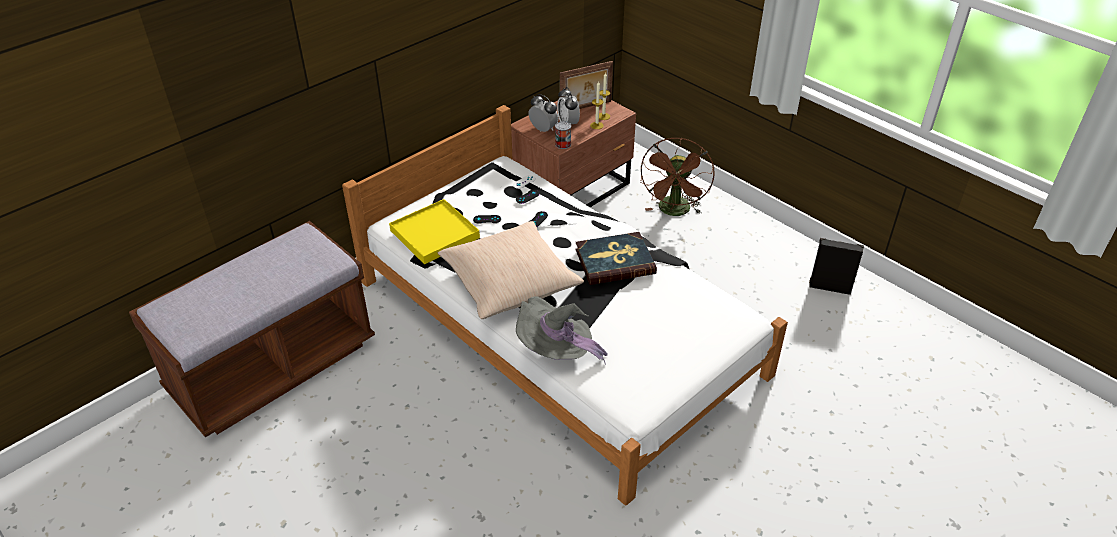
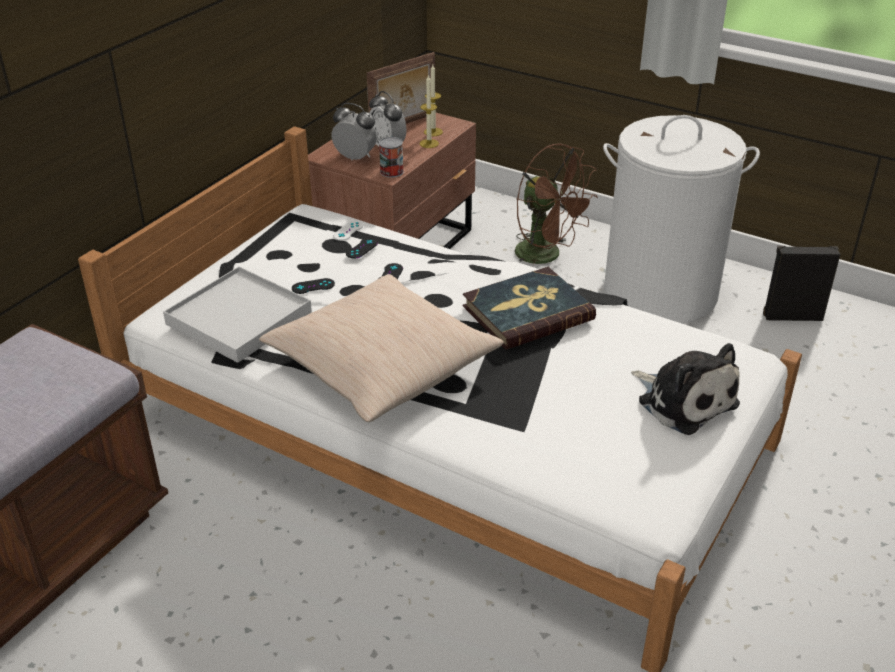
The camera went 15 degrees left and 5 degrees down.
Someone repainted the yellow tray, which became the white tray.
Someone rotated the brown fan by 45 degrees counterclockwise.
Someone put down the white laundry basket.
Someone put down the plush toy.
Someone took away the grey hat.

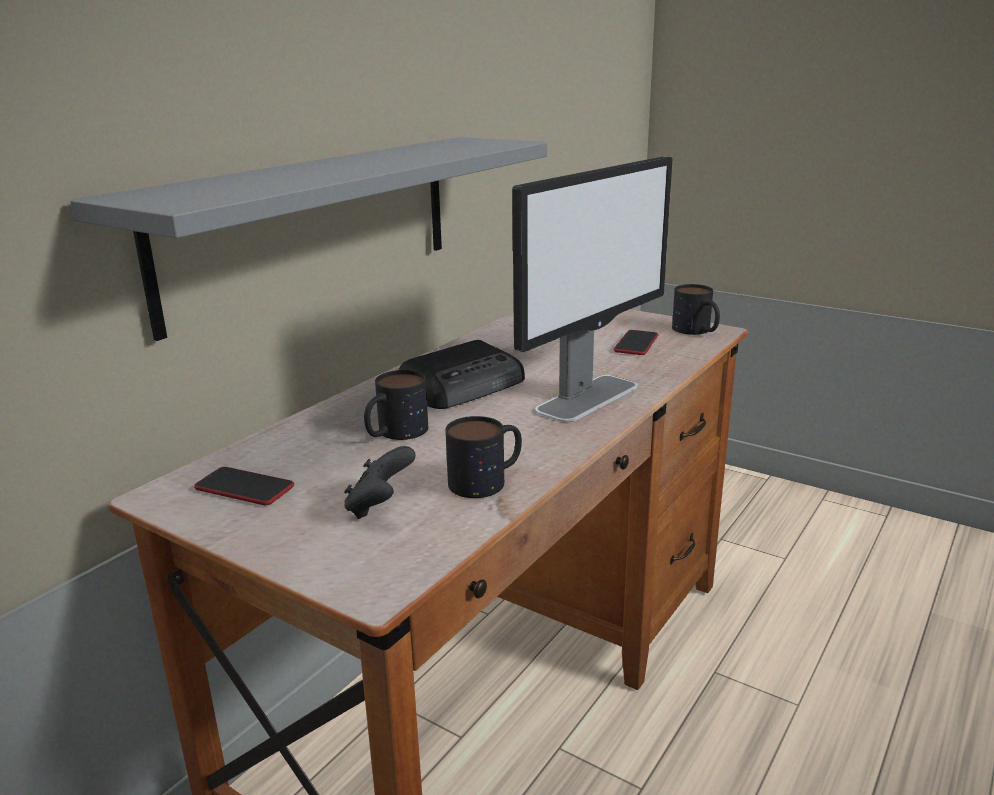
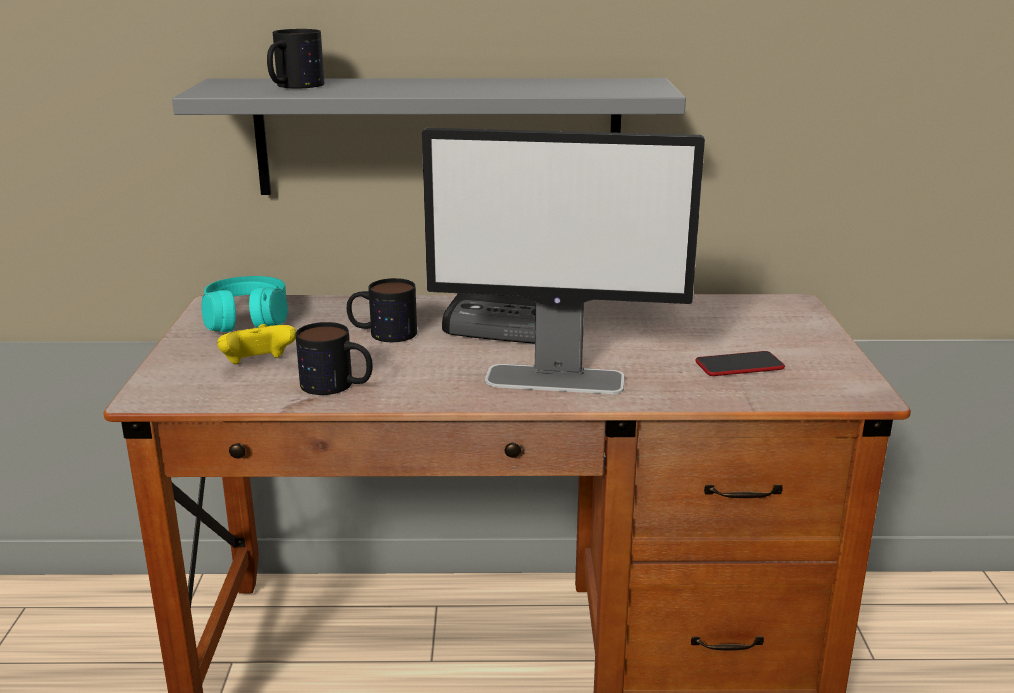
The camera went 55 degrees right and 0 degrees up.
Someone swapped the phone (1st from left) for the turquoise headphones.
Someone repainted the black game controller, which became the yellow game controller.
Someone carried the mug (3rd from left in the first image).

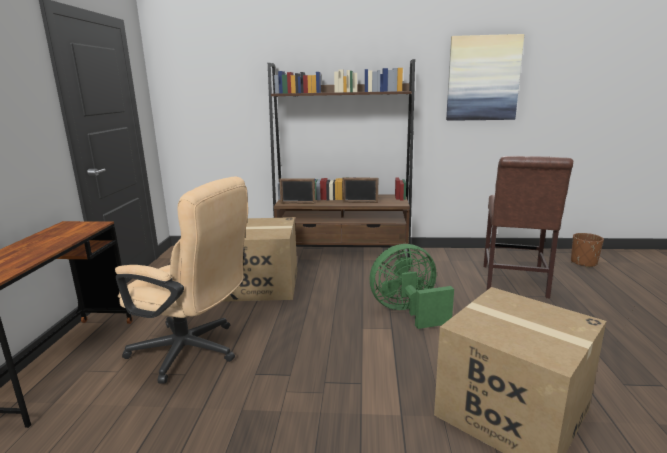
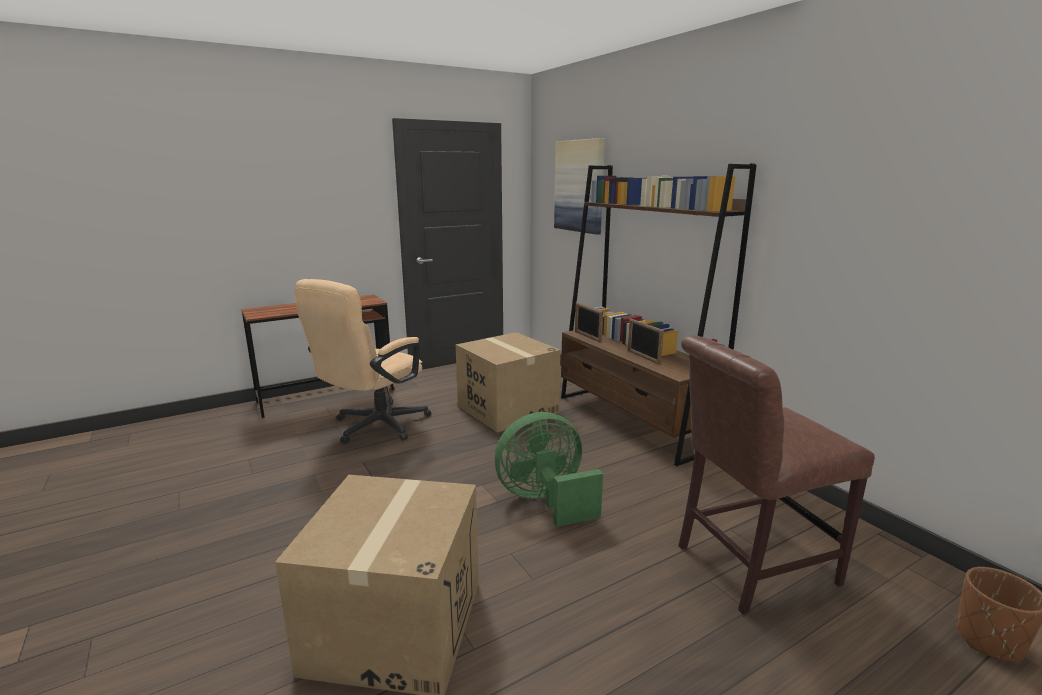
The camera went 55 degrees right and 0 degrees up.
Someone rotated the beige office chair by 45 degrees clockwise.
Someone rotated the green fan by 60 degrees counterclockwise.
Someone carried the picture.

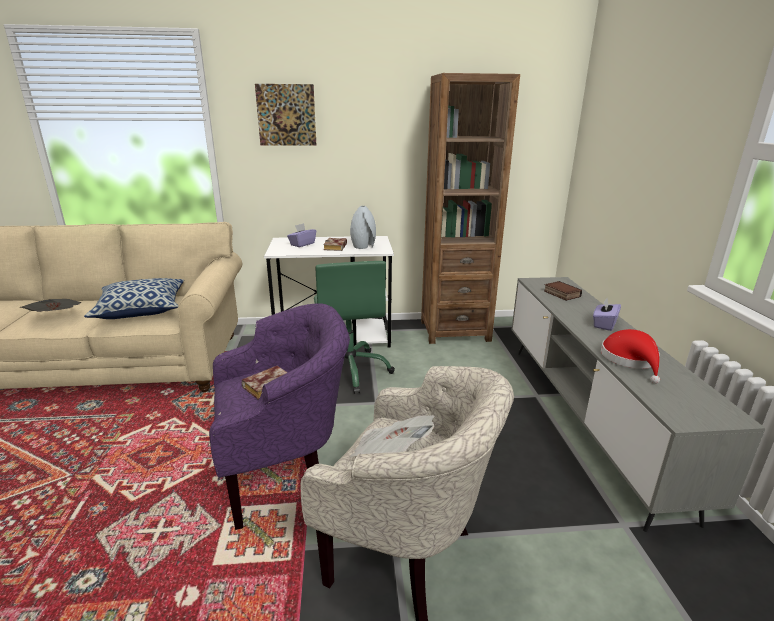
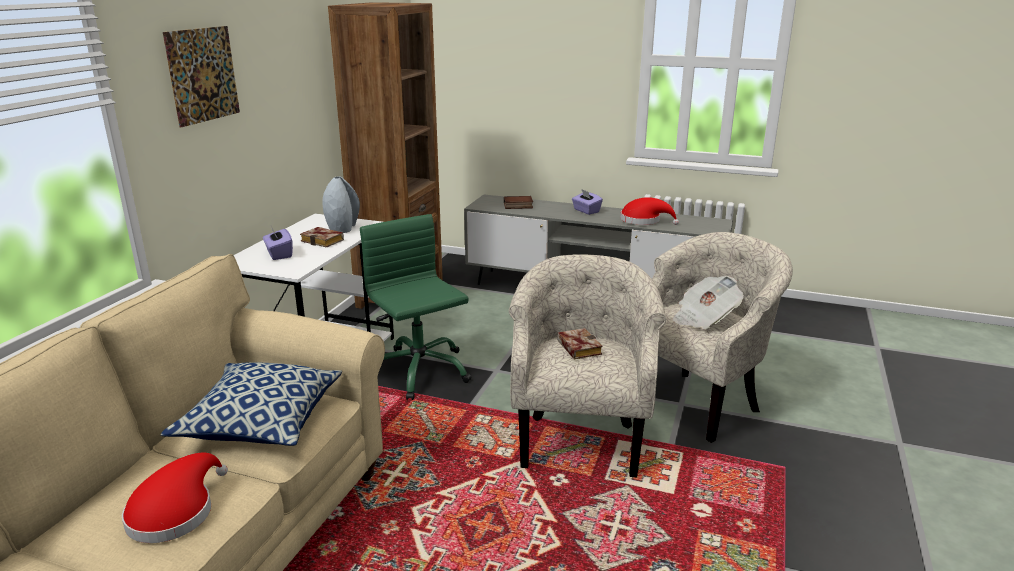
The camera went 65 degrees left and 0 degrees up.
Someone swapped the newspaper (1st from left) for the red hat (1st from left).
Someone rotated the green office chair by 135 degrees counterclockwise.
Someone repainted the purple armchair, which became the beige armchair (1st from left).

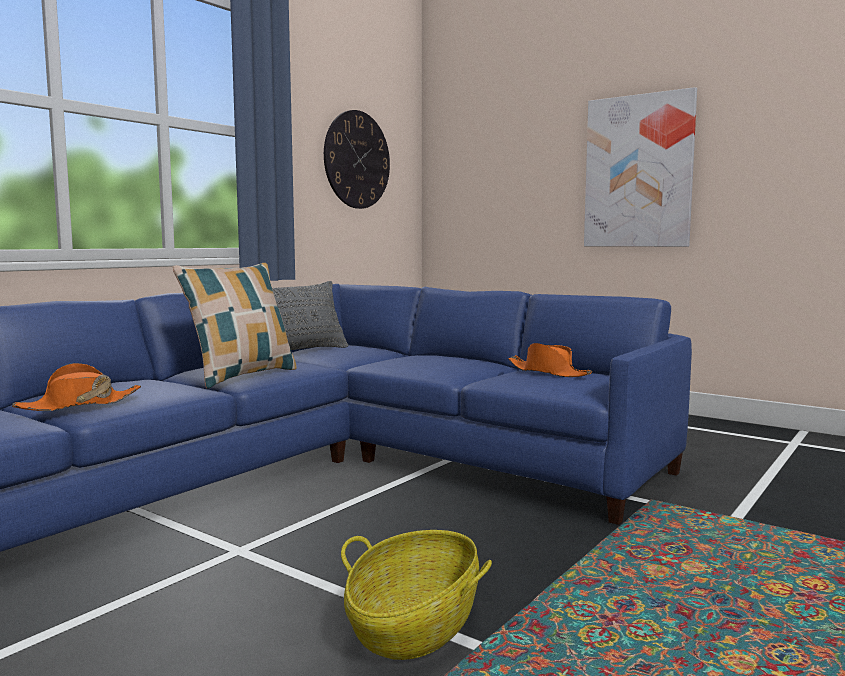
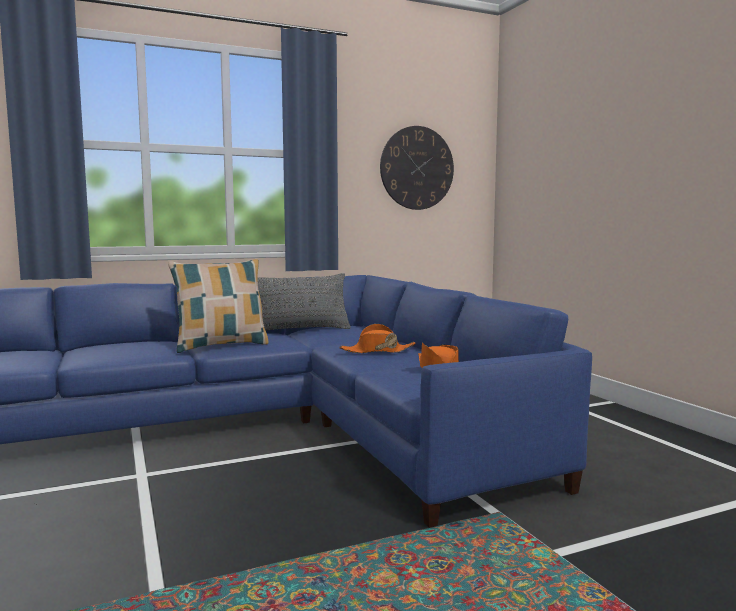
The camera went 30 degrees right and 0 degrees up.
Someone carried the orange hat (1st from left).
Someone took away the basket.
Someone took away the picture.

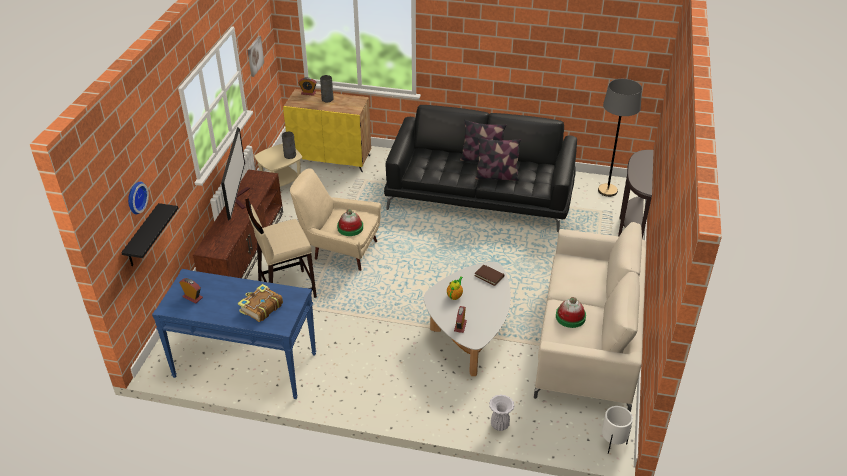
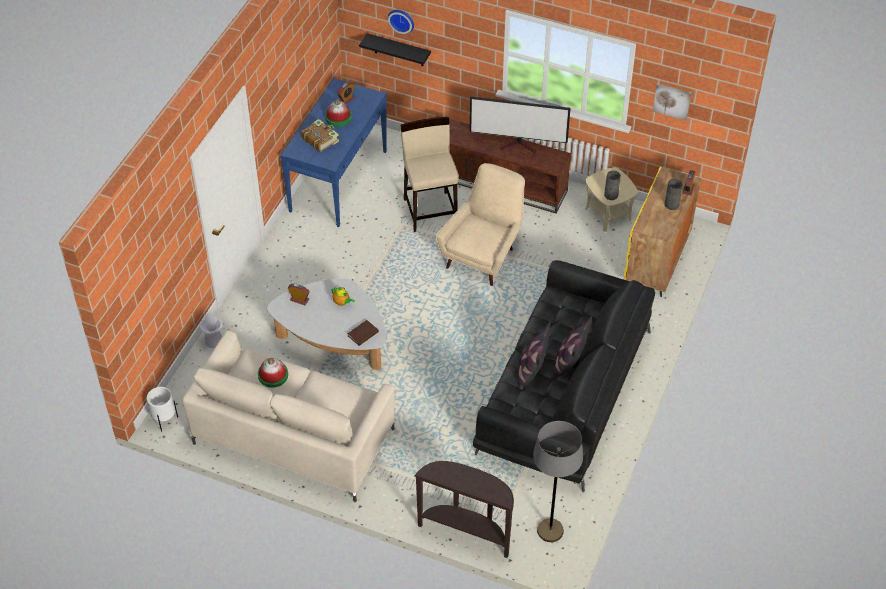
The camera went 100 degrees right and 10 degrees up.
Someone carried the hat (1st from left in the first image).

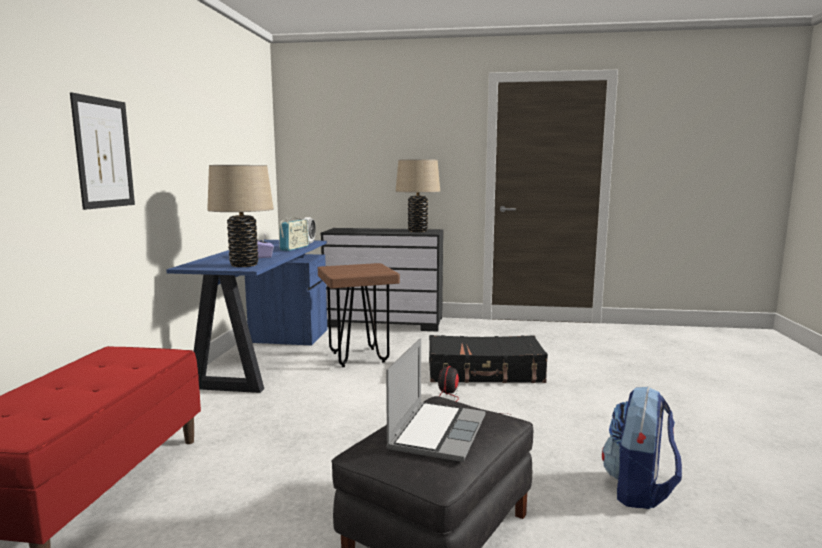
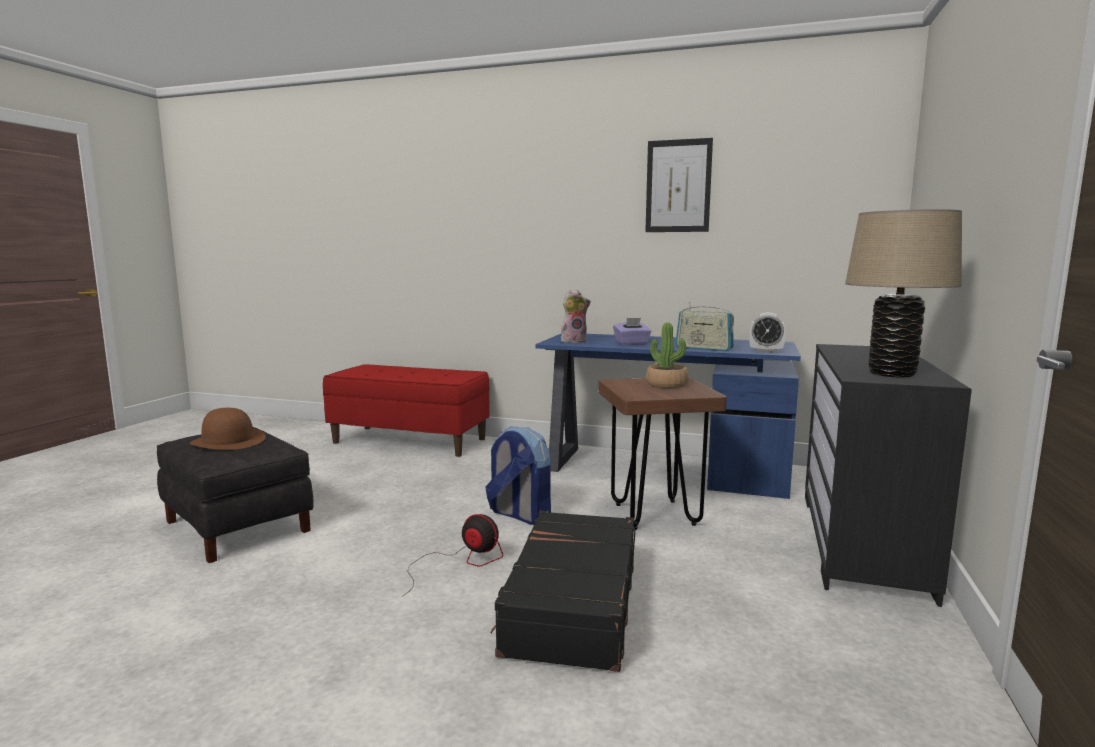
The camera went 100 degrees right and 0 degrees up.
Someone swapped the laptop for the brown hat.
Someone carried the backpack.
Someone swapped the beige table lamp (1st from left) for the plush toy.
Someone carried the picture.
Someone put down the potted plant.

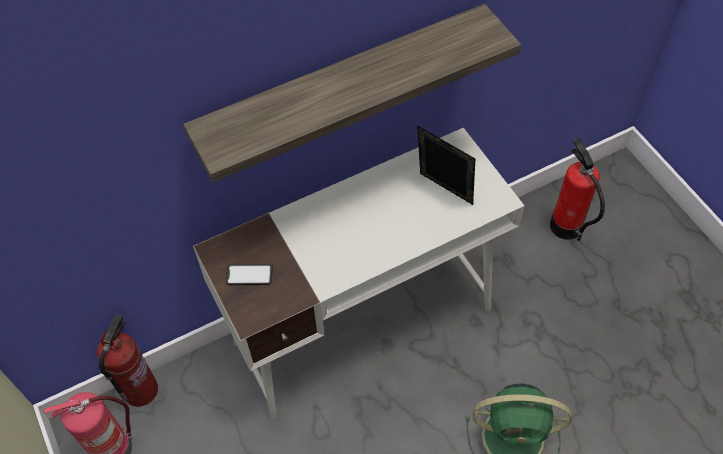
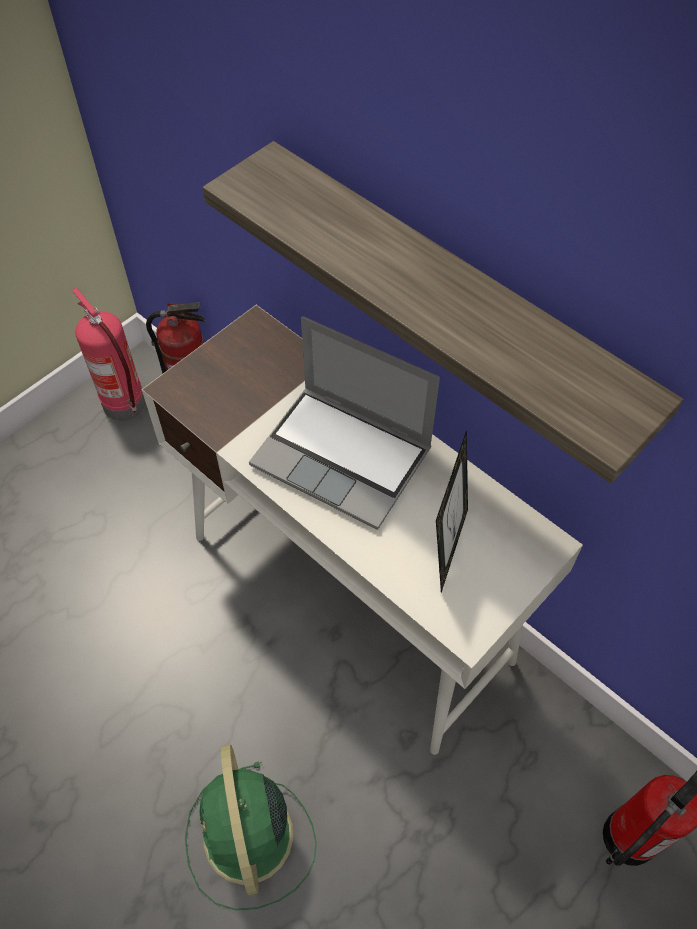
The camera went 70 degrees right and 0 degrees up.
Someone put down the laptop.
Someone took away the phone.

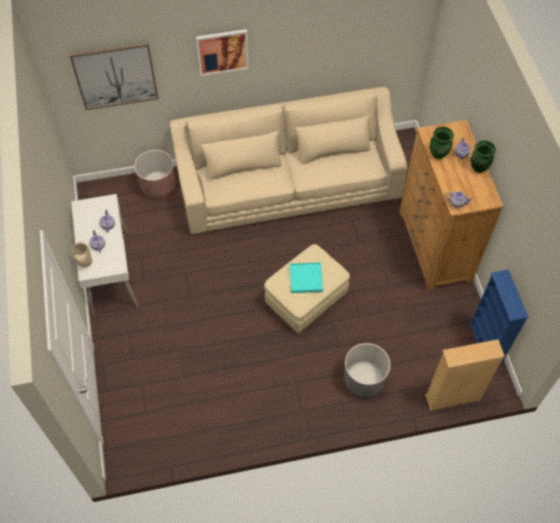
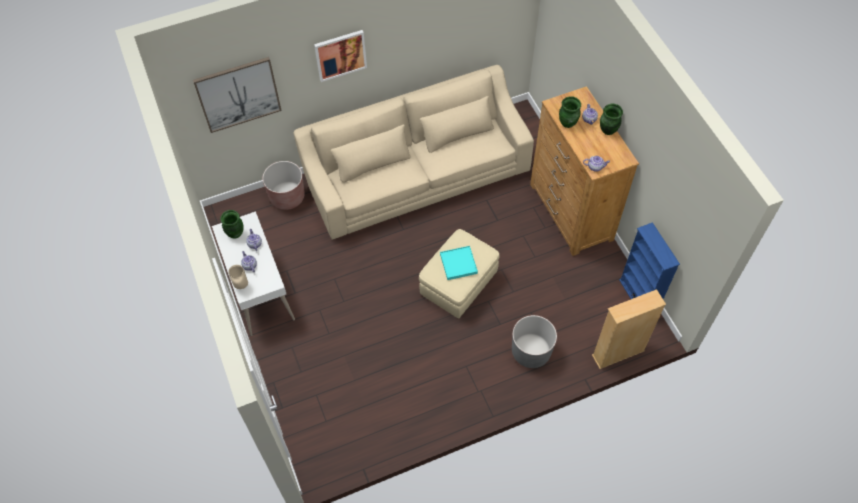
The camera went 10 degrees left and 0 degrees up.
Someone put down the green vase (1st from left).

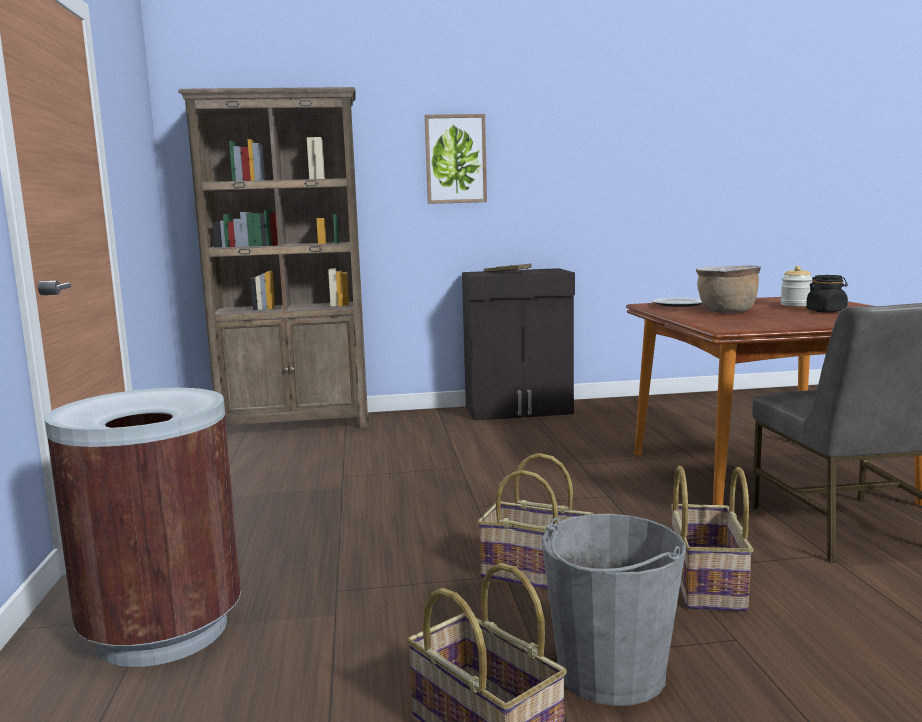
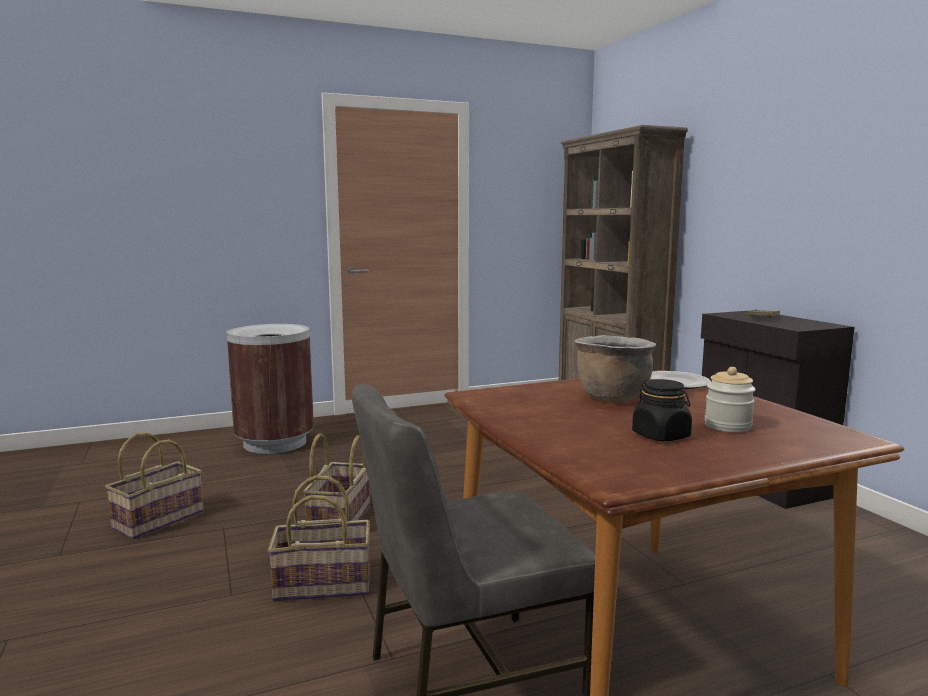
The camera went 75 degrees right and 0 degrees up.
Someone took away the picture.
Someone took away the grey bucket.

